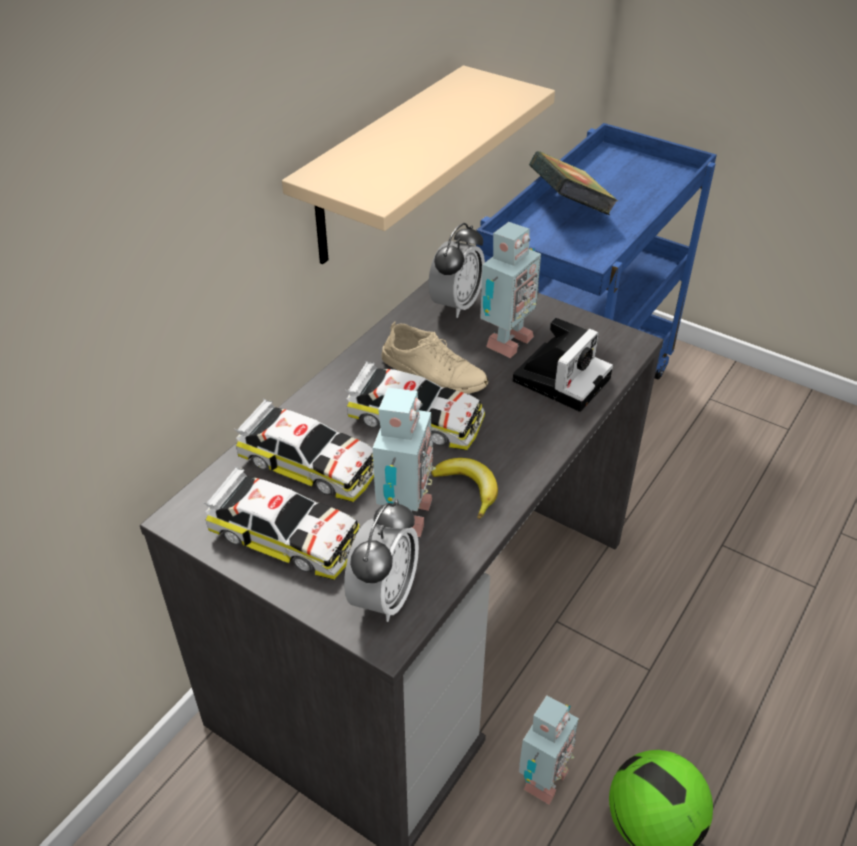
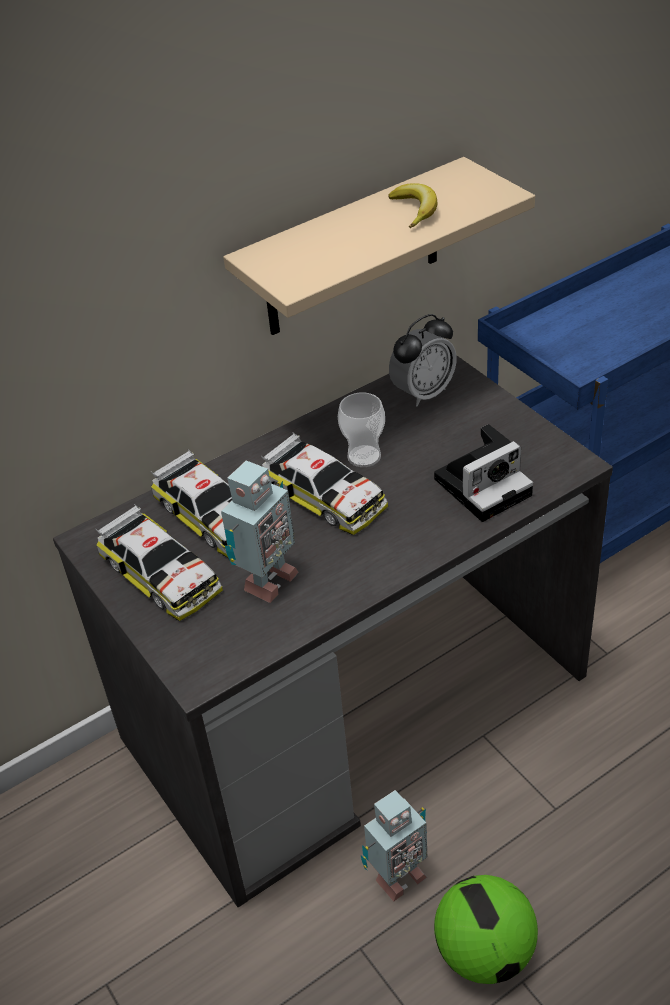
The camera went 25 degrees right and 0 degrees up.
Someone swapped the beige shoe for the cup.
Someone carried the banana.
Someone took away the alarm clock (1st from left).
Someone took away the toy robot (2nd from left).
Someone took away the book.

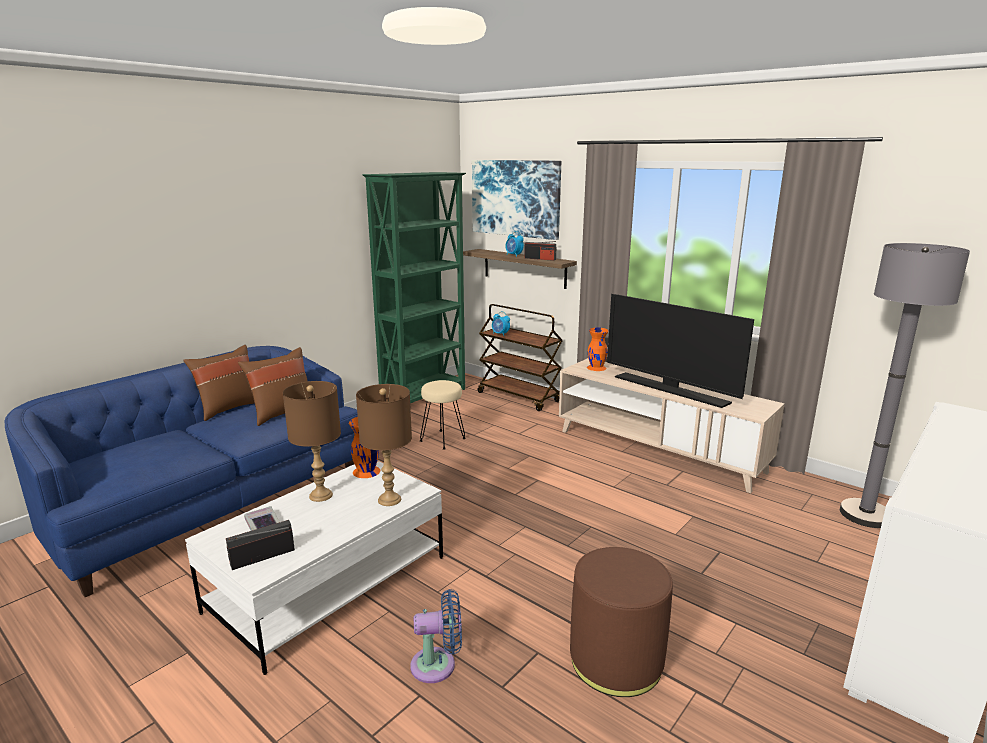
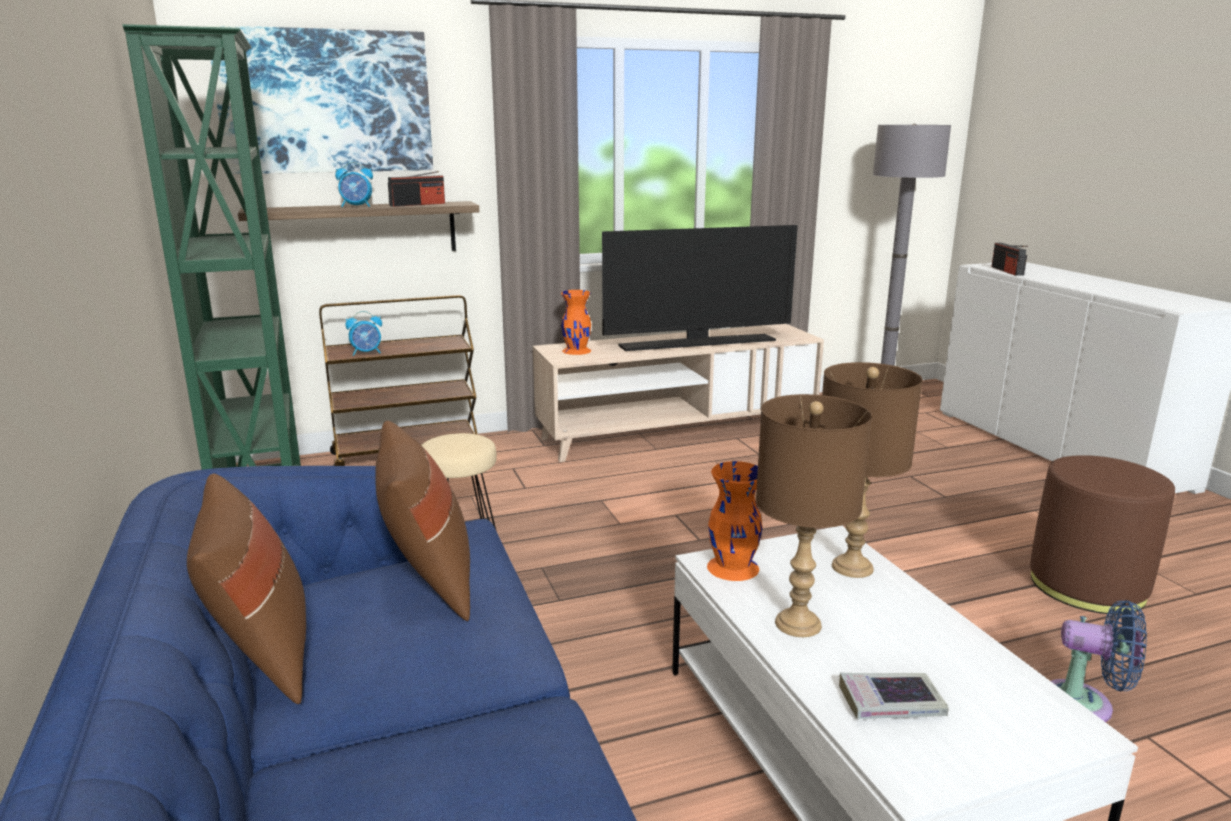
The camera went 60 degrees left and 0 degrees up.
Someone carried the radio (1st from left in the first image).
Someone rotated the blue fan by 90 degrees clockwise.

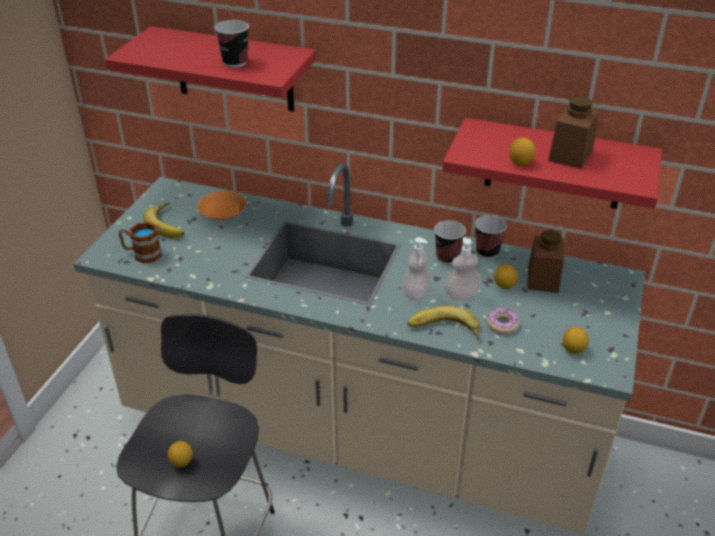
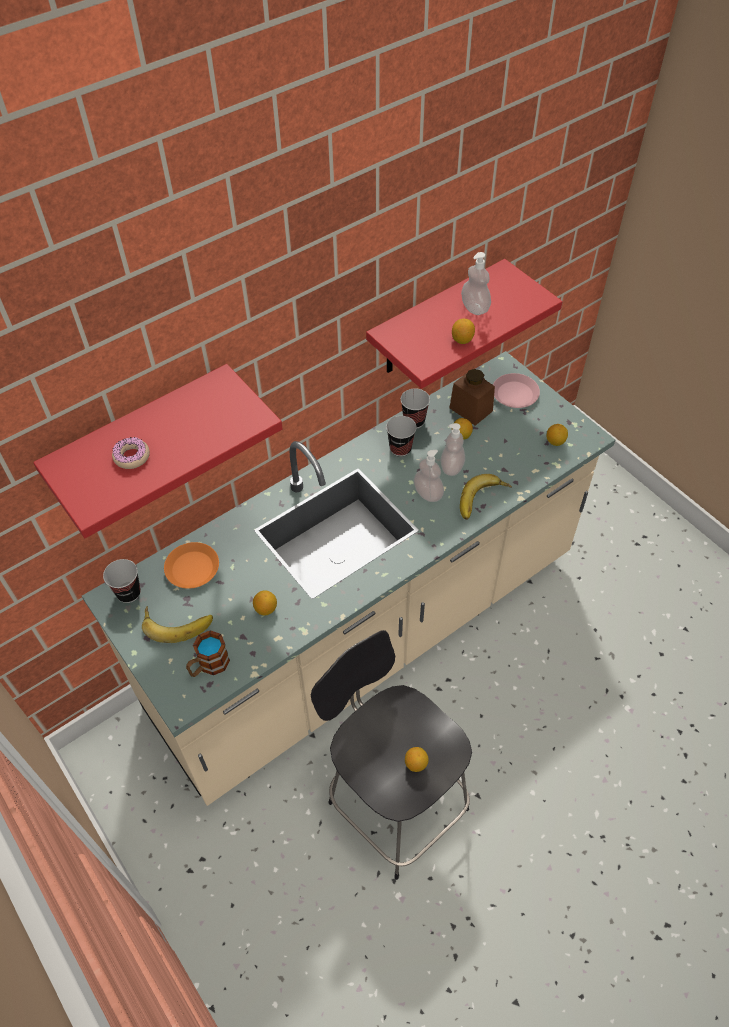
The camera went 55 degrees left and 15 degrees up.
Someone carried the cup (1st from left).
Someone carried the donut.
Someone put down the lemon (1st from left).
Someone swapped the brown jar (2nd from left) for the soap dispenser (3rd from left).
Someone put down the pink plate.

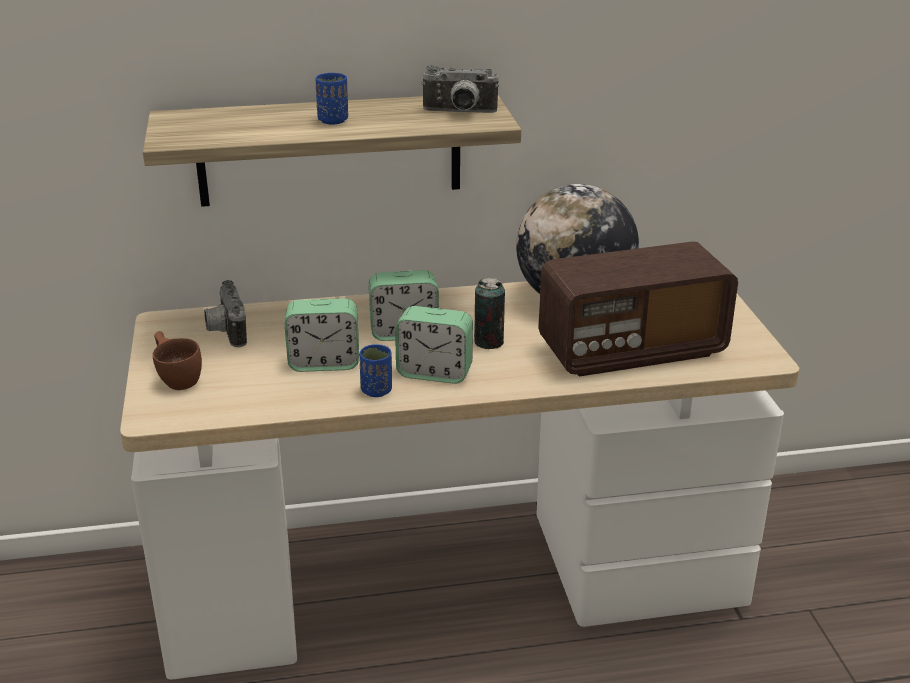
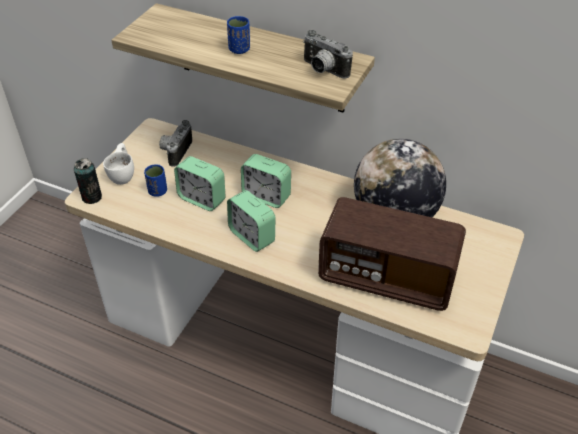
The camera went 35 degrees right and 15 degrees up.
Someone carried the can.
Someone repainted the brown cup, which became the white cup.
Someone carried the blue cup (2nd from left in the first image).

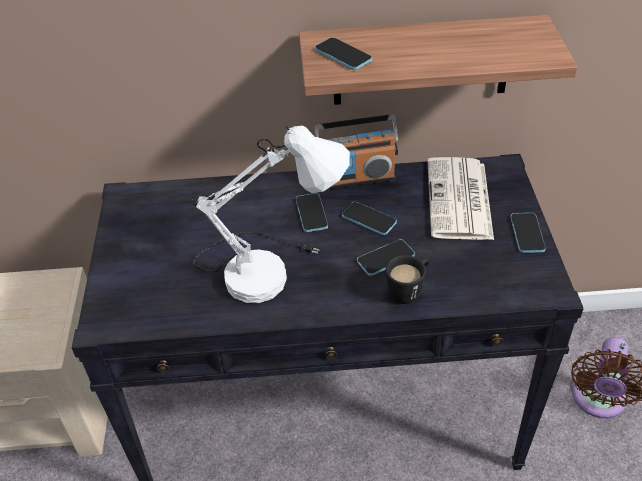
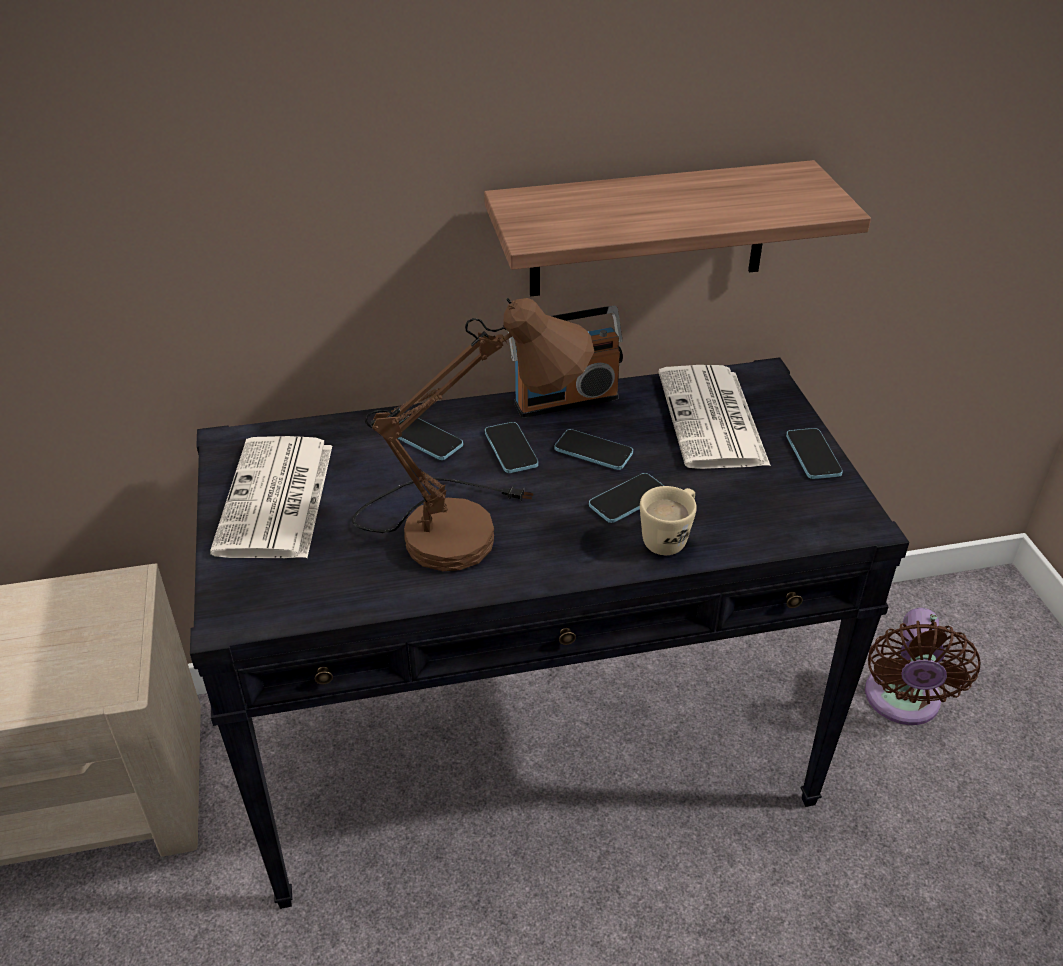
The camera went 10 degrees left and 5 degrees down.
Someone put down the newspaper (1st from left).
Someone repainted the white table lamp, which became the brown table lamp.
Someone carried the phone (2nd from left in the first image).
Someone repainted the black mug, which became the beige mug.

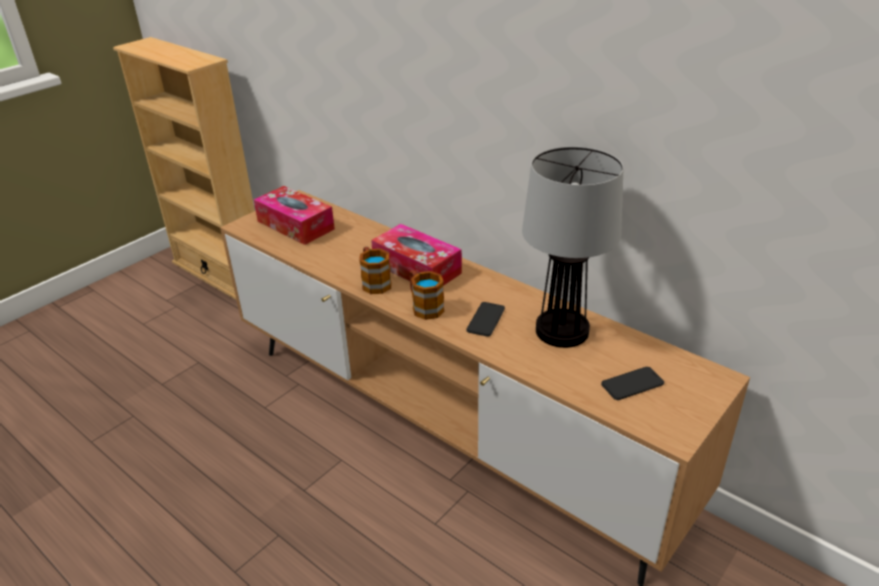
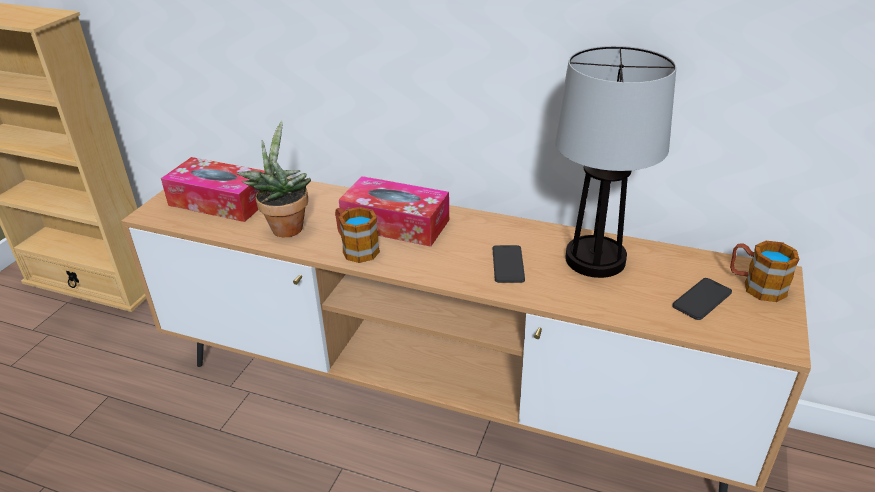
The camera went 20 degrees left and 0 degrees up.
Someone put down the potted plant.
Someone carried the mug (2nd from left).

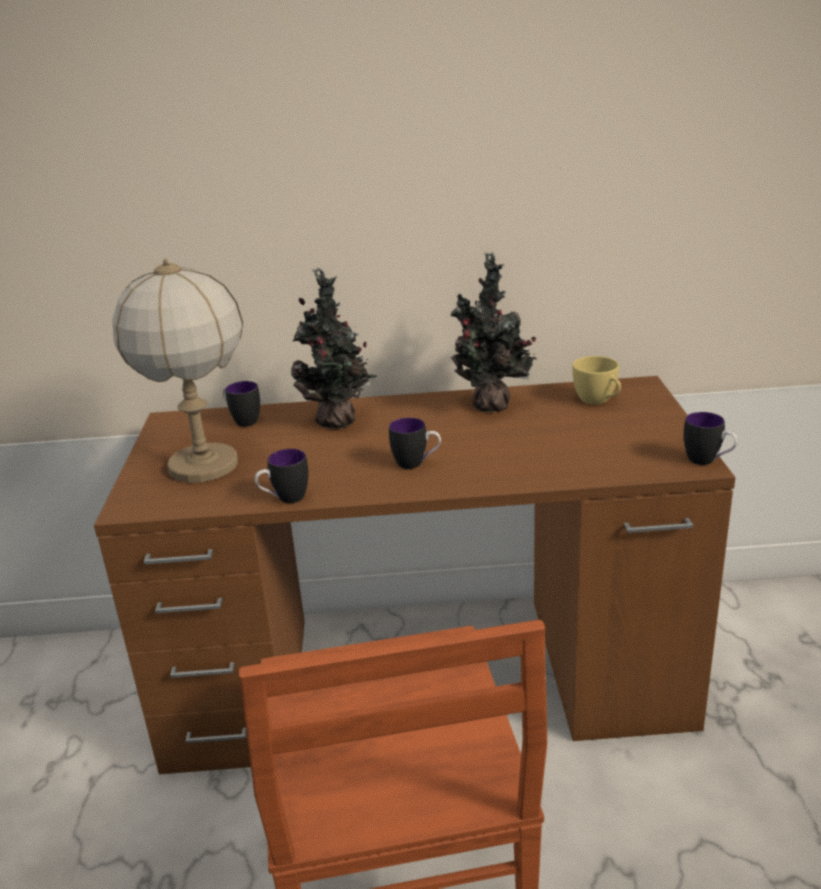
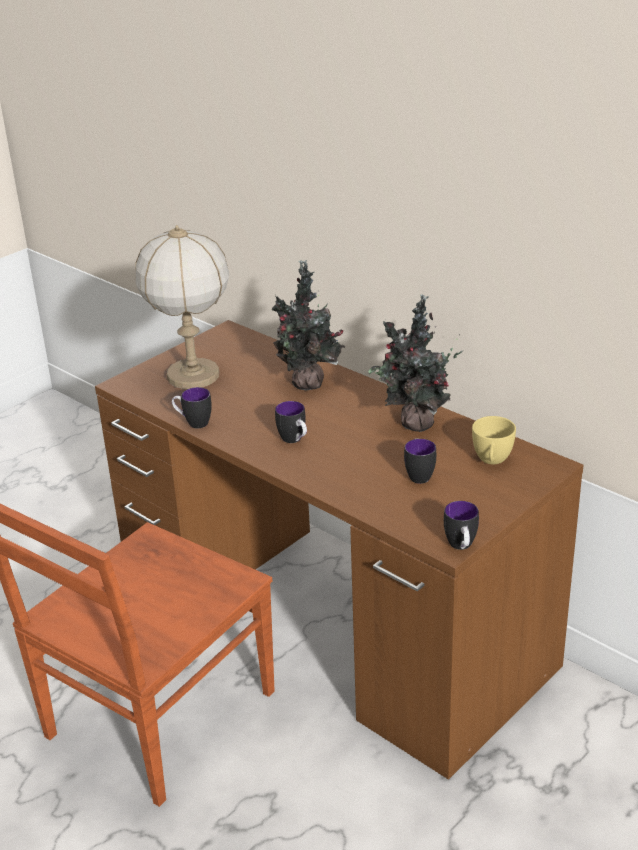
The camera went 45 degrees right and 5 degrees up.
Someone carried the mug (1st from left in the first image).

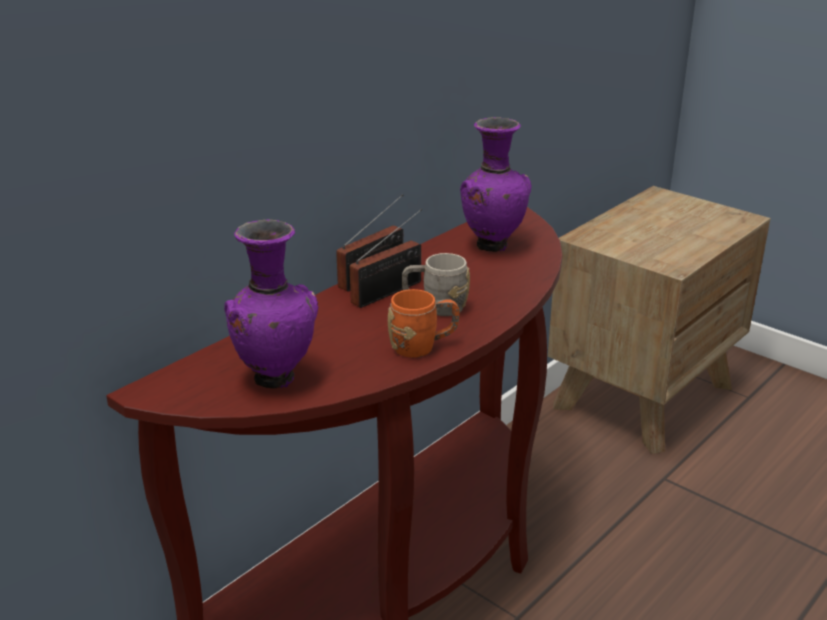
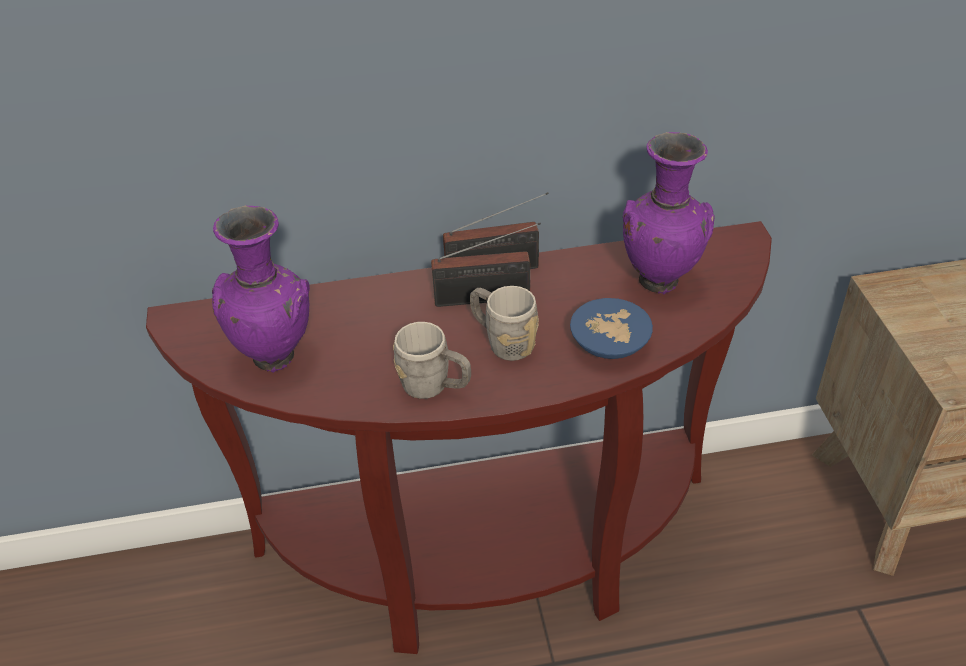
The camera went 40 degrees right and 15 degrees up.
Someone repainted the orange mug, which became the grey mug (1st from left).
Someone put down the blue bowl.

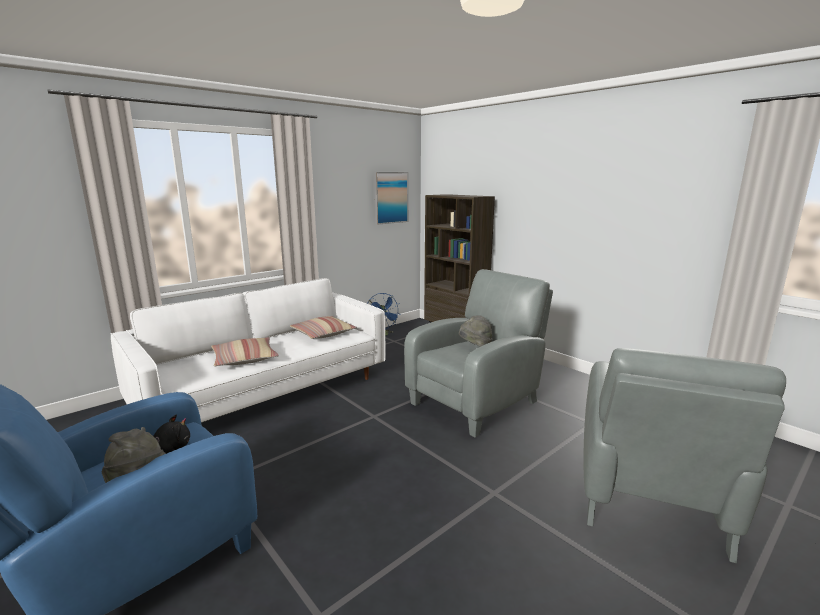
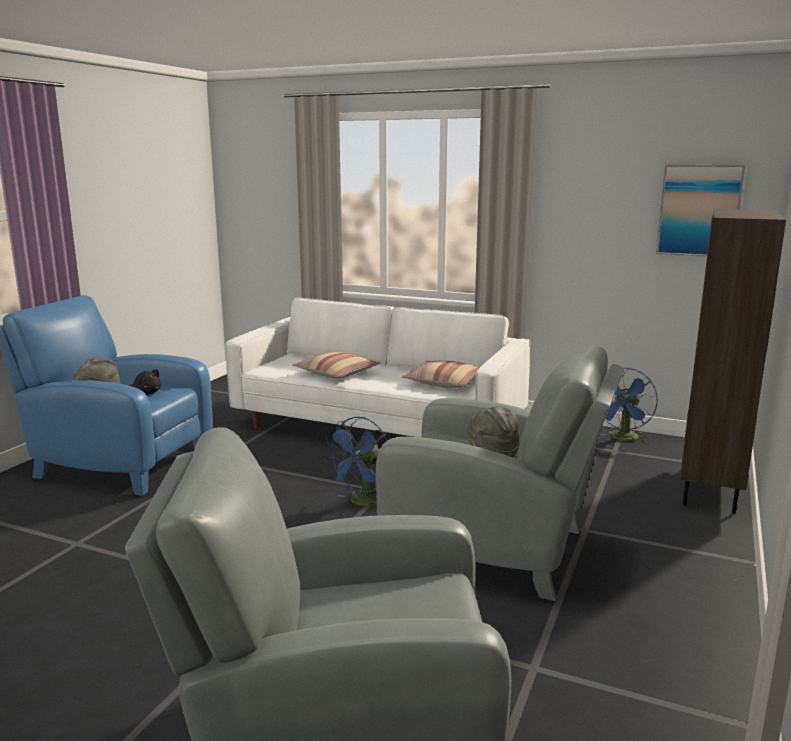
The camera went 65 degrees right and 0 degrees up.
Someone put down the blue fan (1st from left).

